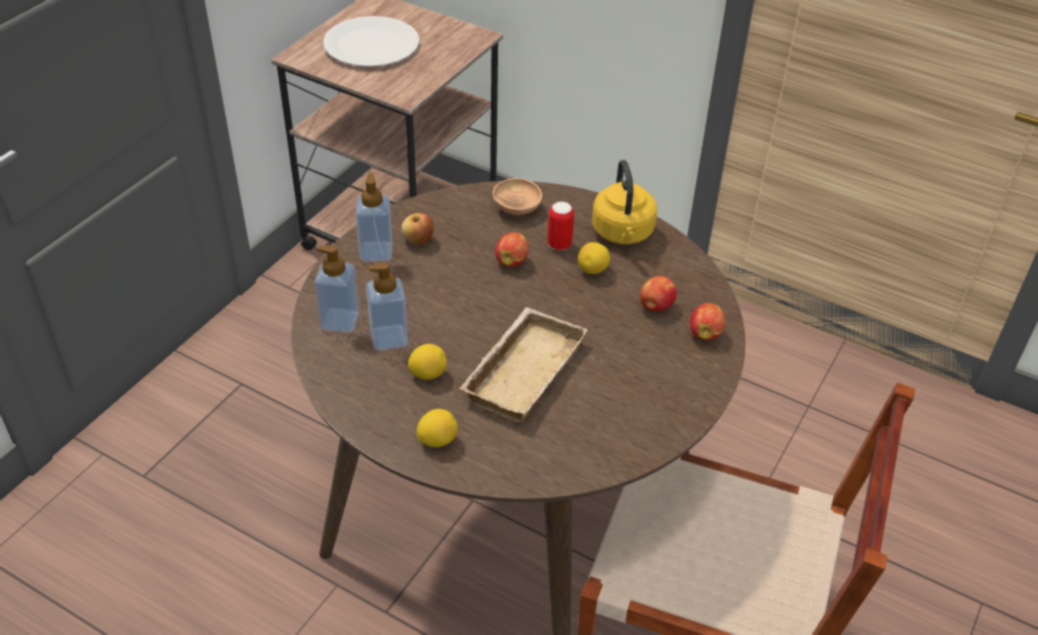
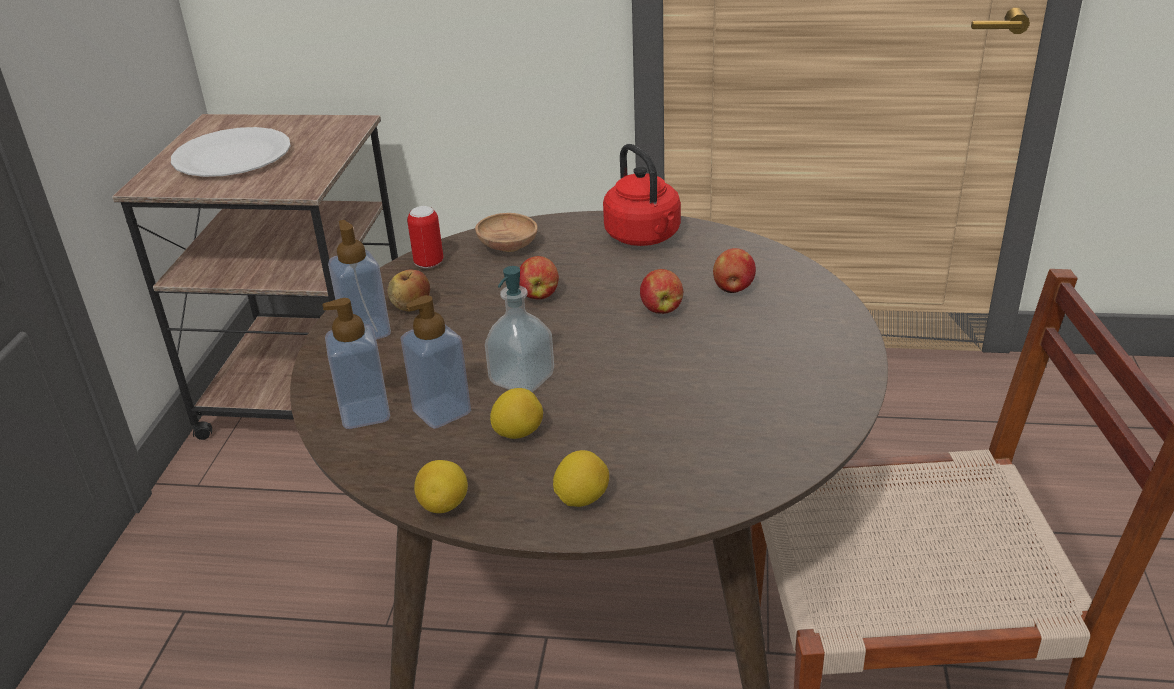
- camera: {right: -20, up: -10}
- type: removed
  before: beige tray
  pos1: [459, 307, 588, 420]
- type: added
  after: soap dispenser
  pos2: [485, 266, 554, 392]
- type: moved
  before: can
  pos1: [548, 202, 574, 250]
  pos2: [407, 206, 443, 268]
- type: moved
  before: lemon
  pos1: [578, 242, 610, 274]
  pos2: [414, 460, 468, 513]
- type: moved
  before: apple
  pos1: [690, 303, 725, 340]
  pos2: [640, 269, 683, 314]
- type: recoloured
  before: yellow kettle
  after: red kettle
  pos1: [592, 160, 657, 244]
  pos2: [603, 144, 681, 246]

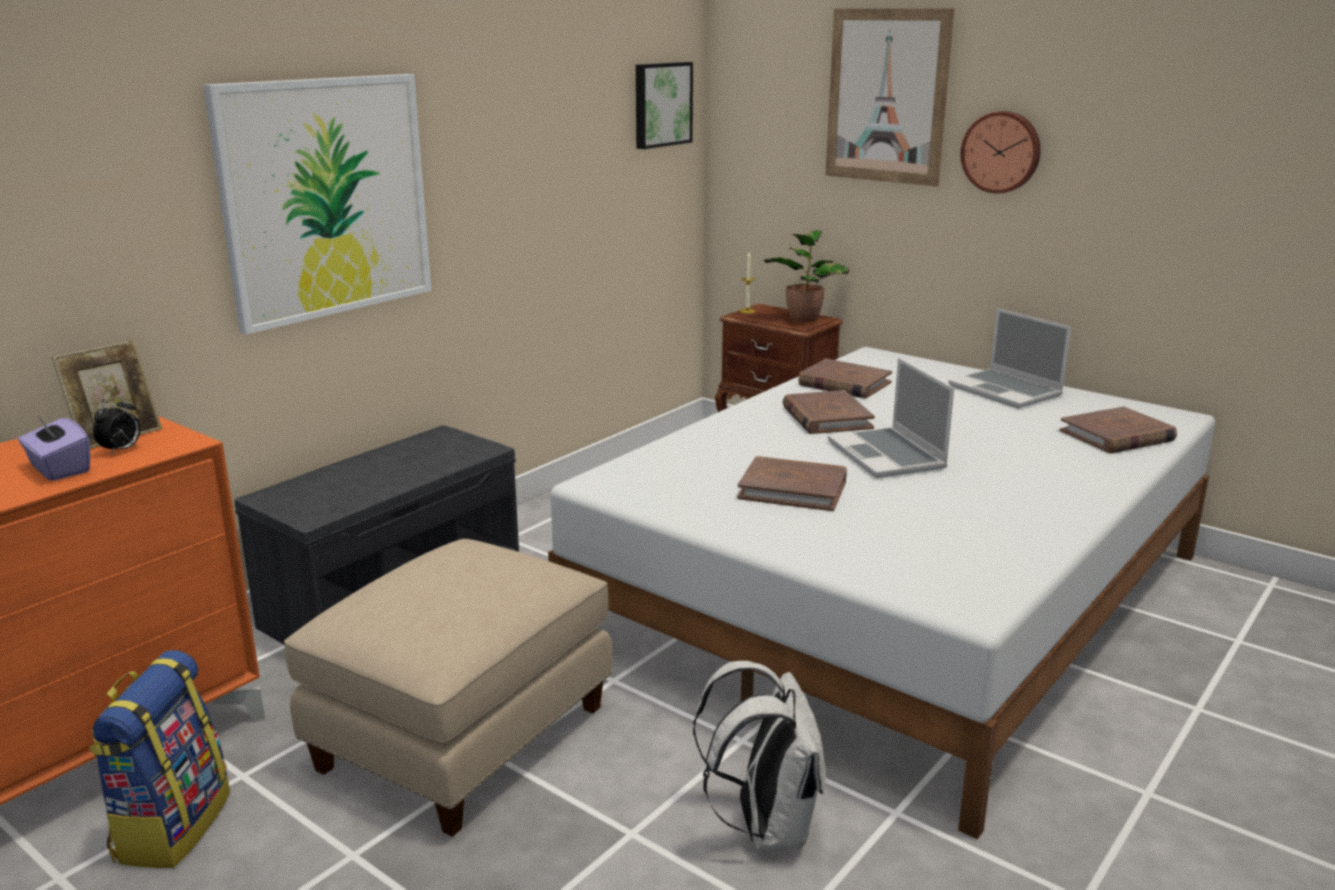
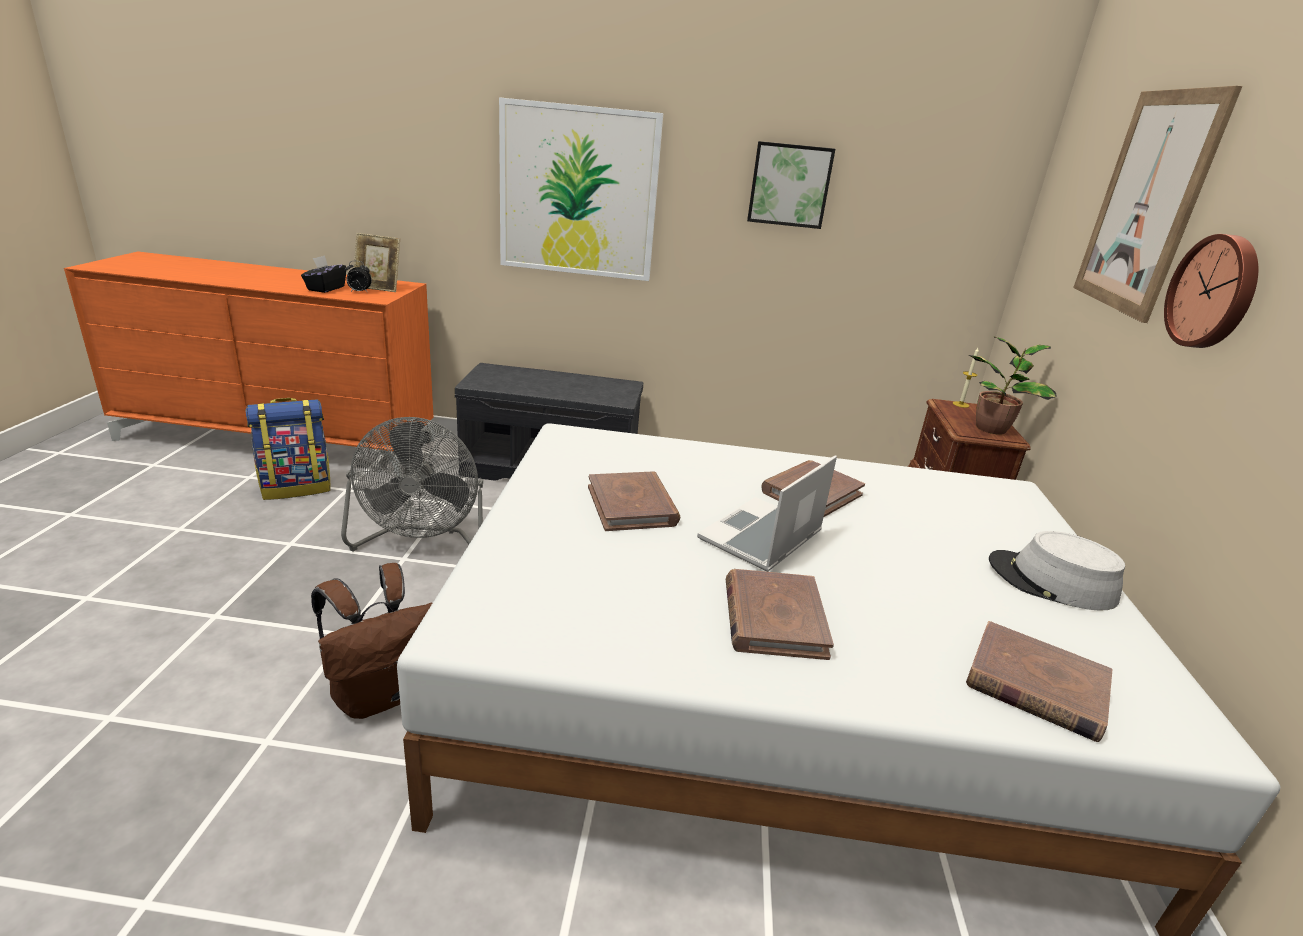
- camera: {right: 55, up: 5}
- type: moved
  before: picture
  pos1: [636, 62, 693, 149]
  pos2: [747, 141, 835, 229]
- type: moved
  before: brown book
  pos1: [798, 359, 892, 398]
  pos2: [726, 569, 834, 660]
- type: replaced
  before: beige ottoman
  after: grey fan
  pos1: [284, 539, 613, 837]
  pos2: [341, 417, 483, 552]
- type: replaced
  before: laptop
  after: grey hat
  pos1: [948, 308, 1071, 408]
  pos2: [989, 531, 1125, 611]
- type: recoloured
  before: purple tissue box
  after: black tissue box
  pos1: [18, 415, 91, 481]
  pos2: [301, 255, 346, 293]
- type: recoloured
  before: white backpack
  after: brown backpack
  pos1: [693, 661, 826, 850]
  pos2: [311, 563, 432, 719]

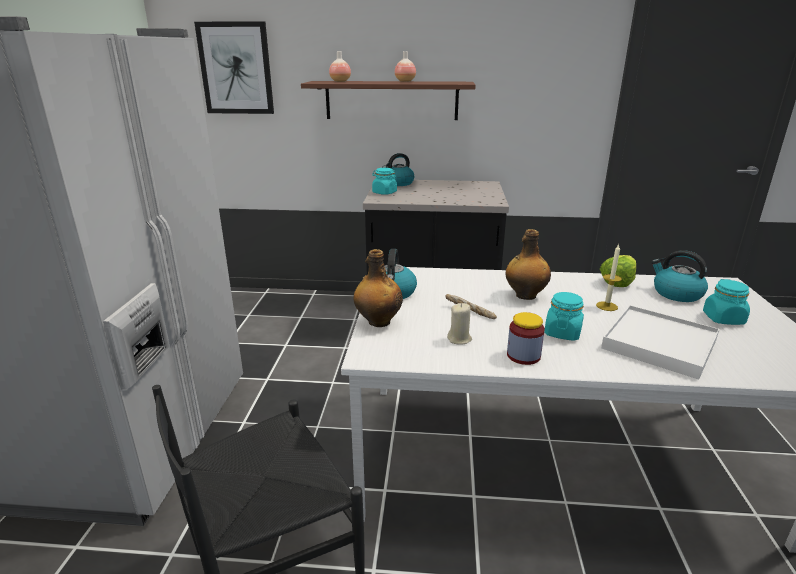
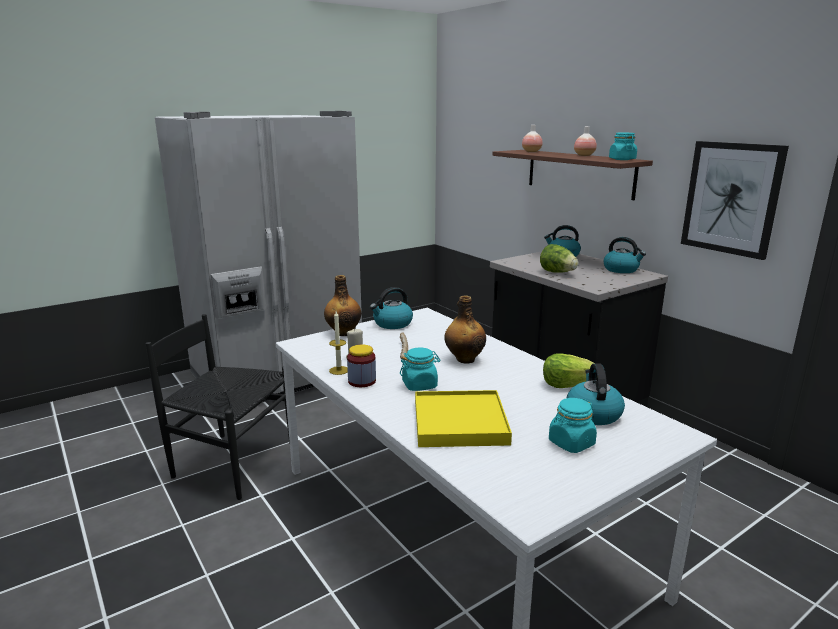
- camera: {right: 50, up: -5}
- type: added
  after: lettuce
  pos2: [540, 244, 579, 273]
- type: added
  after: kettle
  pos2: [604, 237, 646, 273]
- type: moved
  before: picture
  pos1: [194, 21, 274, 114]
  pos2: [681, 141, 789, 260]
- type: moved
  before: turquoise jar
  pos1: [372, 168, 397, 195]
  pos2: [609, 133, 637, 160]
- type: moved
  before: candle
  pos1: [596, 244, 622, 311]
  pos2: [329, 311, 348, 375]
- type: recoloured
  before: white tray
  after: yellow tray
  pos1: [601, 305, 719, 380]
  pos2: [415, 390, 512, 447]

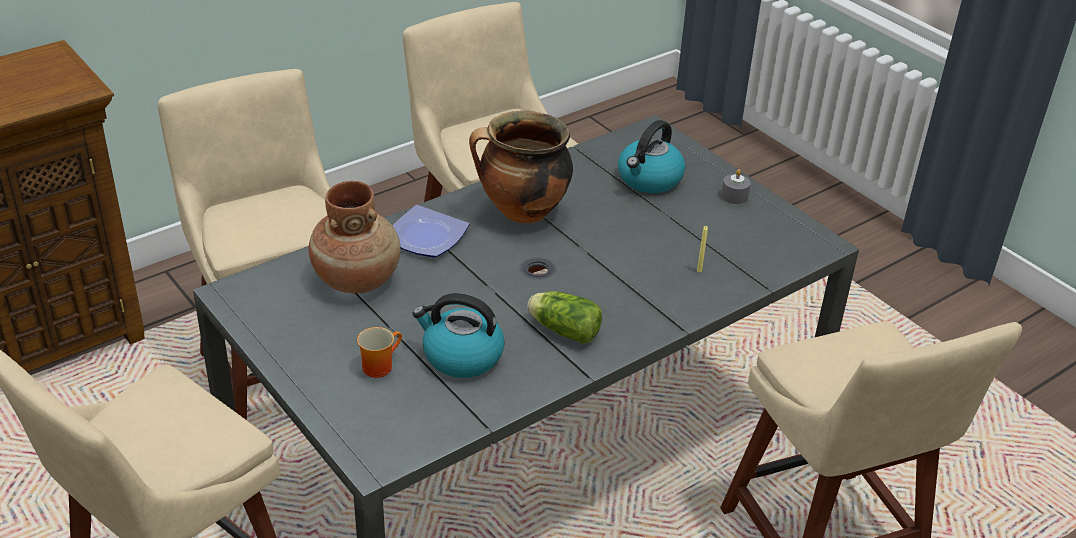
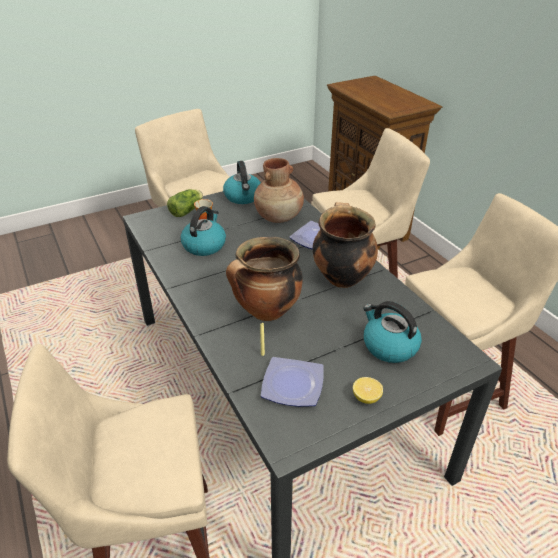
- camera: {right: 100, up: 0}
- type: added
  after: kettle
  pos2: [223, 161, 261, 204]
- type: added
  after: cooking pot
  pos2: [226, 237, 303, 321]
- type: added
  after: plate
  pos2: [261, 357, 323, 407]
- type: moved
  before: lettuce
  pos1: [527, 291, 602, 344]
  pos2: [167, 189, 203, 217]
- type: replaced
  before: grey candle
  after: lemon
  pos1: [721, 169, 751, 204]
  pos2: [353, 377, 383, 404]

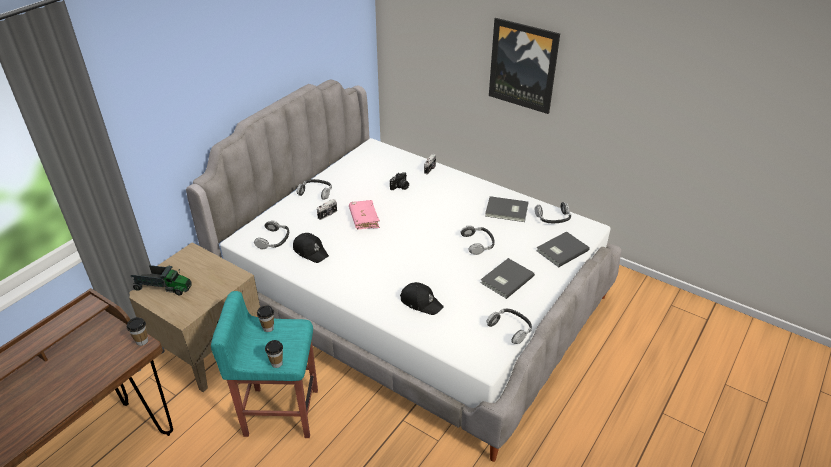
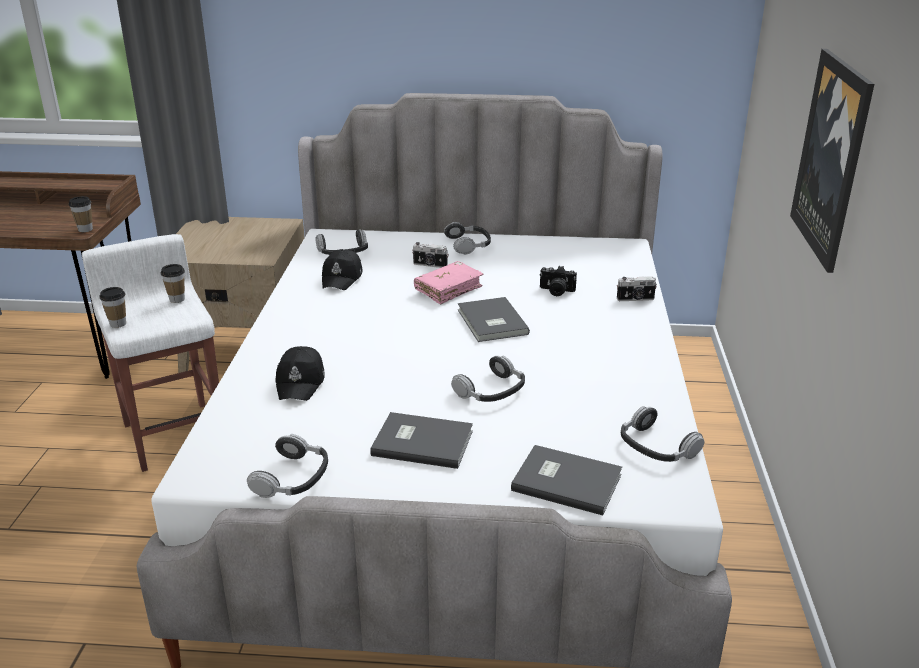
- camera: {right: 60, up: -10}
- type: removed
  before: toy truck
  pos1: [131, 265, 191, 296]
- type: moved
  before: grey book
  pos1: [485, 196, 528, 222]
  pos2: [458, 297, 530, 342]
- type: recoloured
  before: turquoise stool
  after: white stool
  pos1: [211, 291, 318, 438]
  pos2: [82, 234, 219, 472]

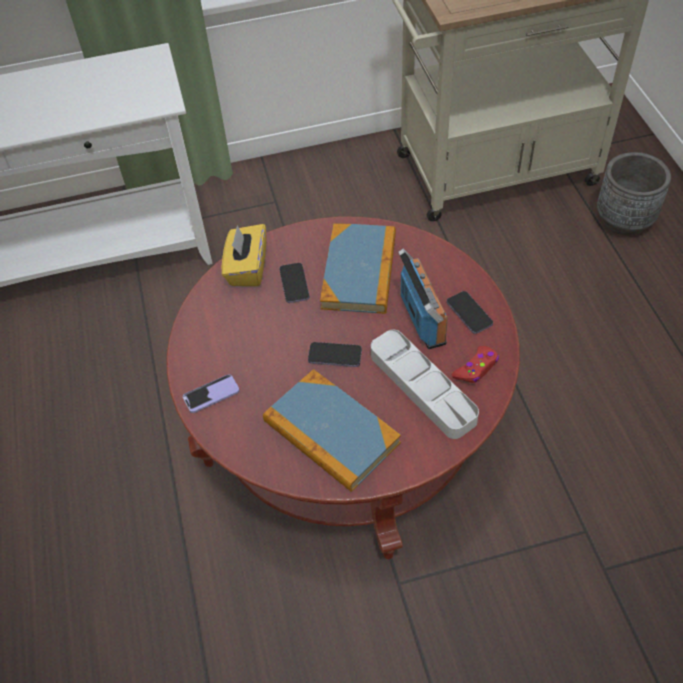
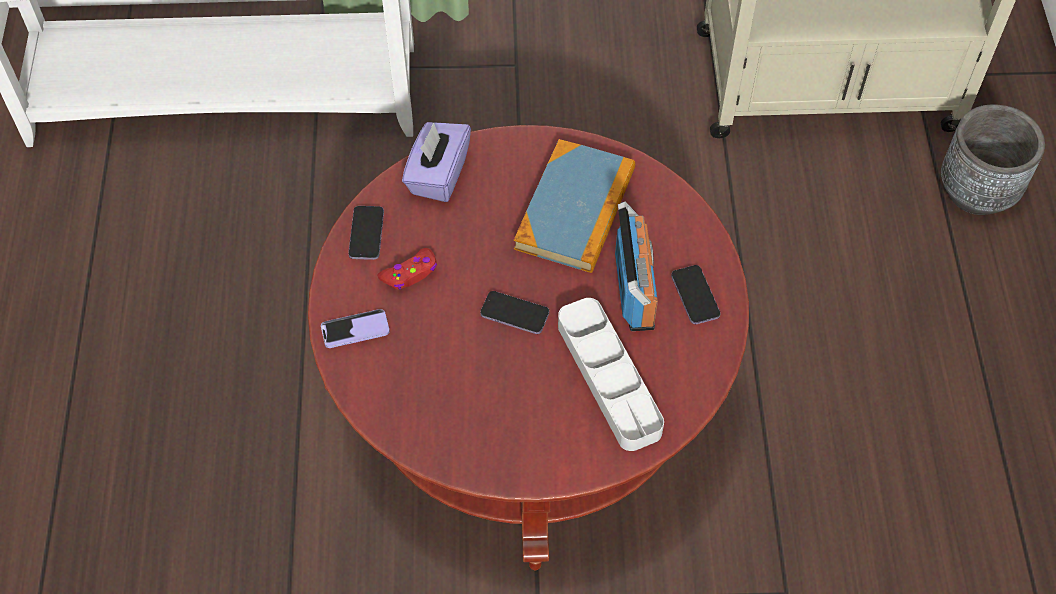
- camera: {right: 10, up: 5}
- type: removed
  before: book
  pos1: [263, 369, 401, 492]
- type: moved
  before: phone
  pos1: [279, 263, 310, 303]
  pos2: [348, 206, 384, 260]
- type: moved
  before: red game controller
  pos1: [452, 346, 499, 383]
  pos2: [377, 248, 437, 290]
- type: recoloured
  before: yellow tissue box
  after: purple tissue box
  pos1: [222, 224, 266, 286]
  pos2: [402, 122, 471, 202]

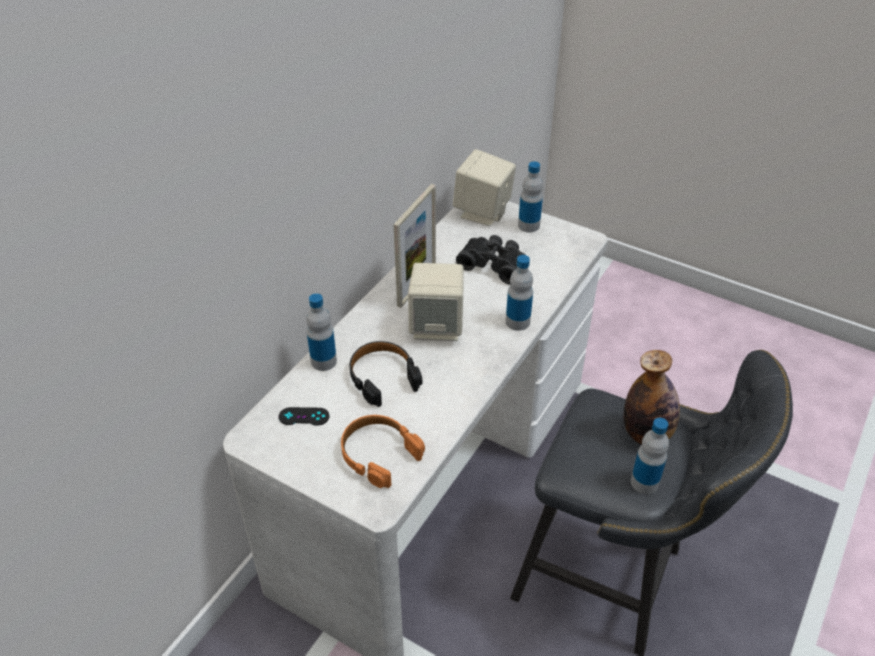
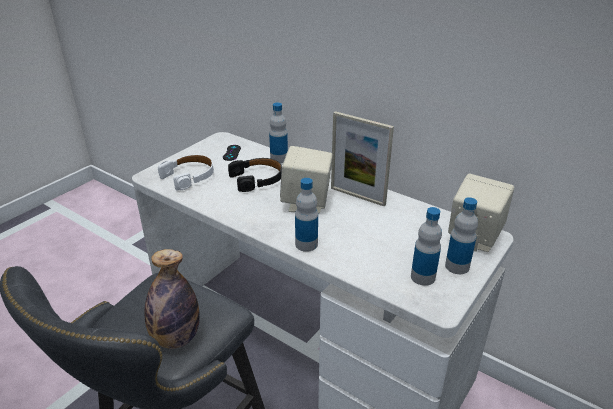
- camera: {right: 95, up: -10}
- type: removed
  before: black binoculars
  pos1: [456, 235, 525, 285]
- type: moved
  before: bottle
  pos1: [631, 418, 669, 494]
  pos2: [411, 207, 442, 286]
- type: recoloured
  before: orange headphones
  after: white headphones
  pos1: [341, 415, 425, 488]
  pos2: [158, 155, 214, 190]

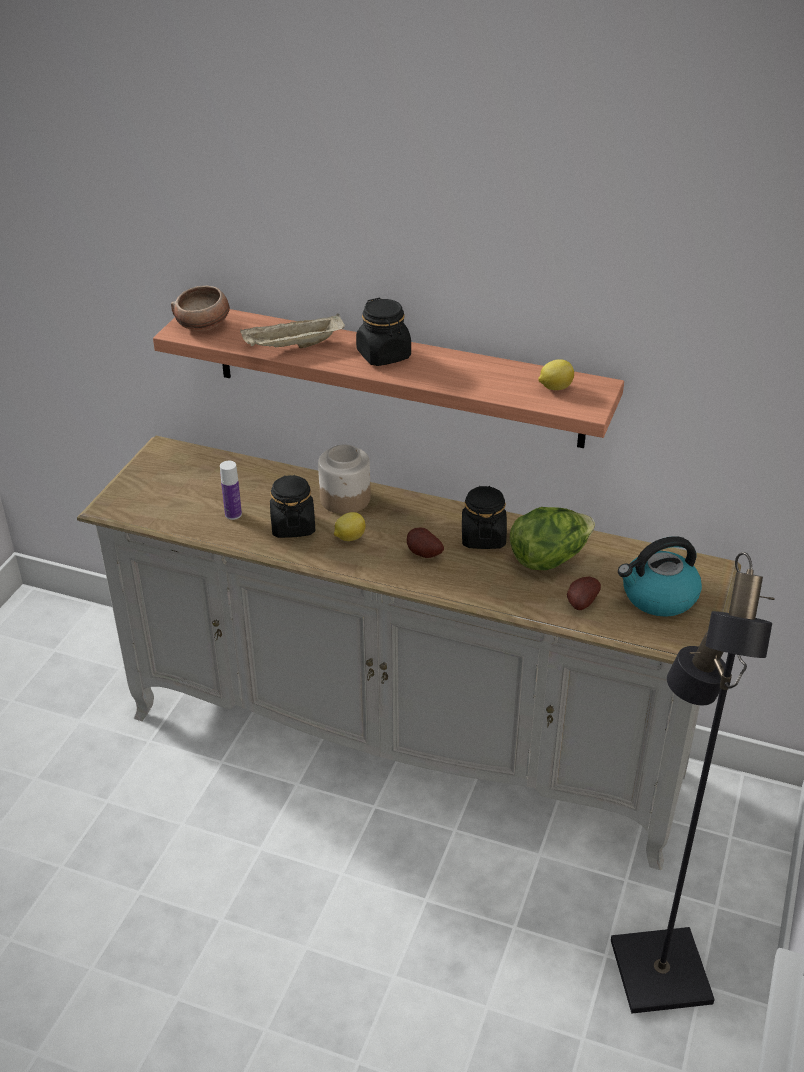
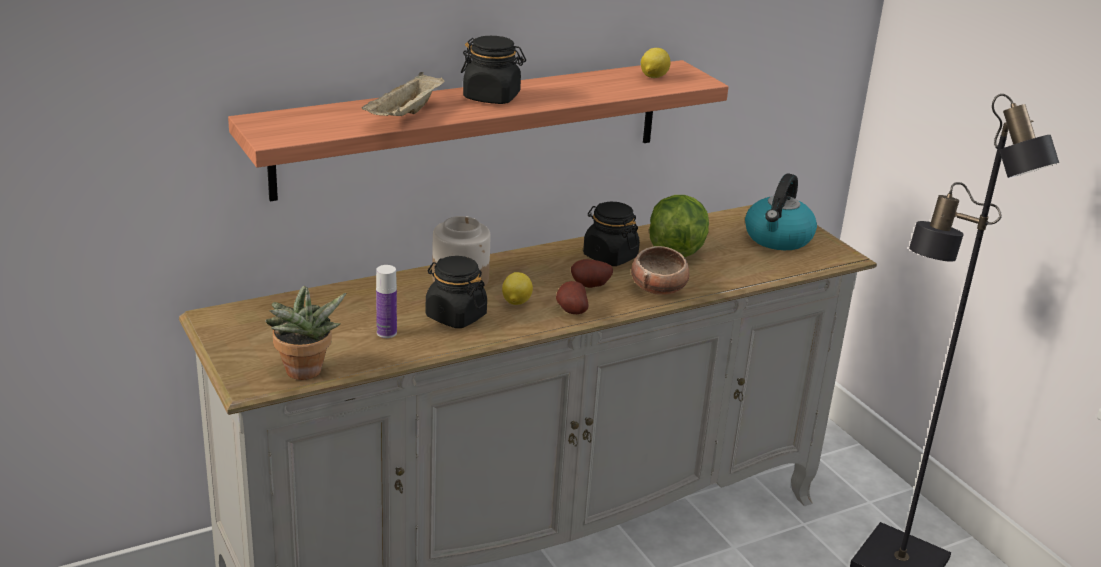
- camera: {right: -50, up: -10}
- type: added
  after: potted plant
  pos2: [265, 286, 346, 380]
- type: moved
  before: bowl
  pos1: [171, 286, 230, 331]
  pos2: [631, 246, 689, 295]
- type: moved
  before: potato
  pos1: [567, 577, 601, 610]
  pos2: [556, 281, 589, 314]

